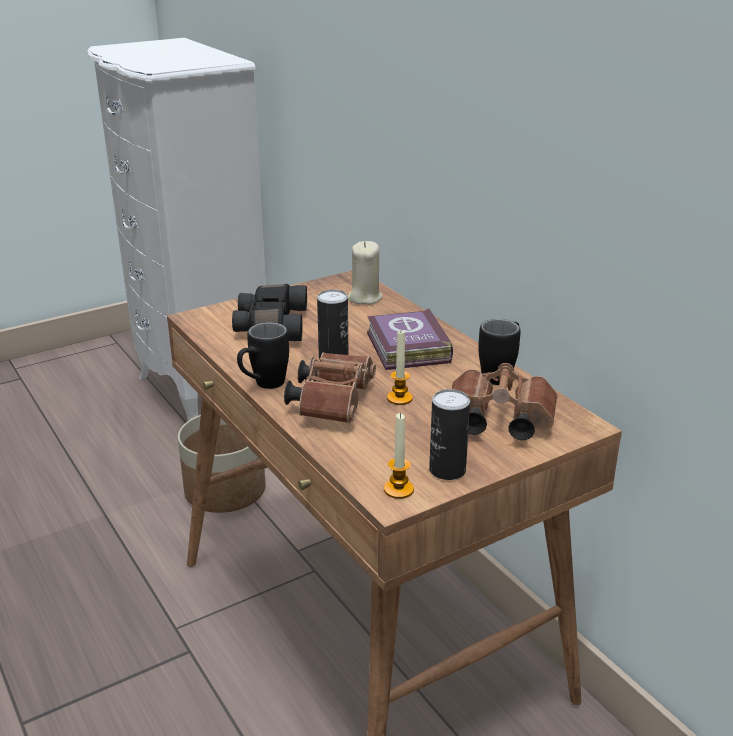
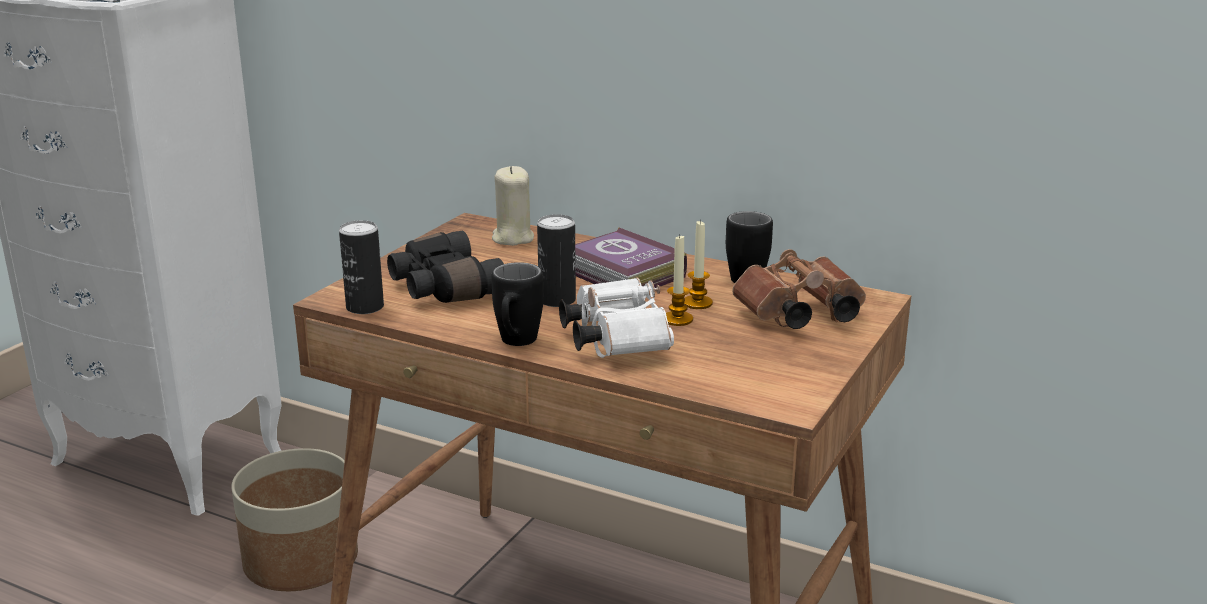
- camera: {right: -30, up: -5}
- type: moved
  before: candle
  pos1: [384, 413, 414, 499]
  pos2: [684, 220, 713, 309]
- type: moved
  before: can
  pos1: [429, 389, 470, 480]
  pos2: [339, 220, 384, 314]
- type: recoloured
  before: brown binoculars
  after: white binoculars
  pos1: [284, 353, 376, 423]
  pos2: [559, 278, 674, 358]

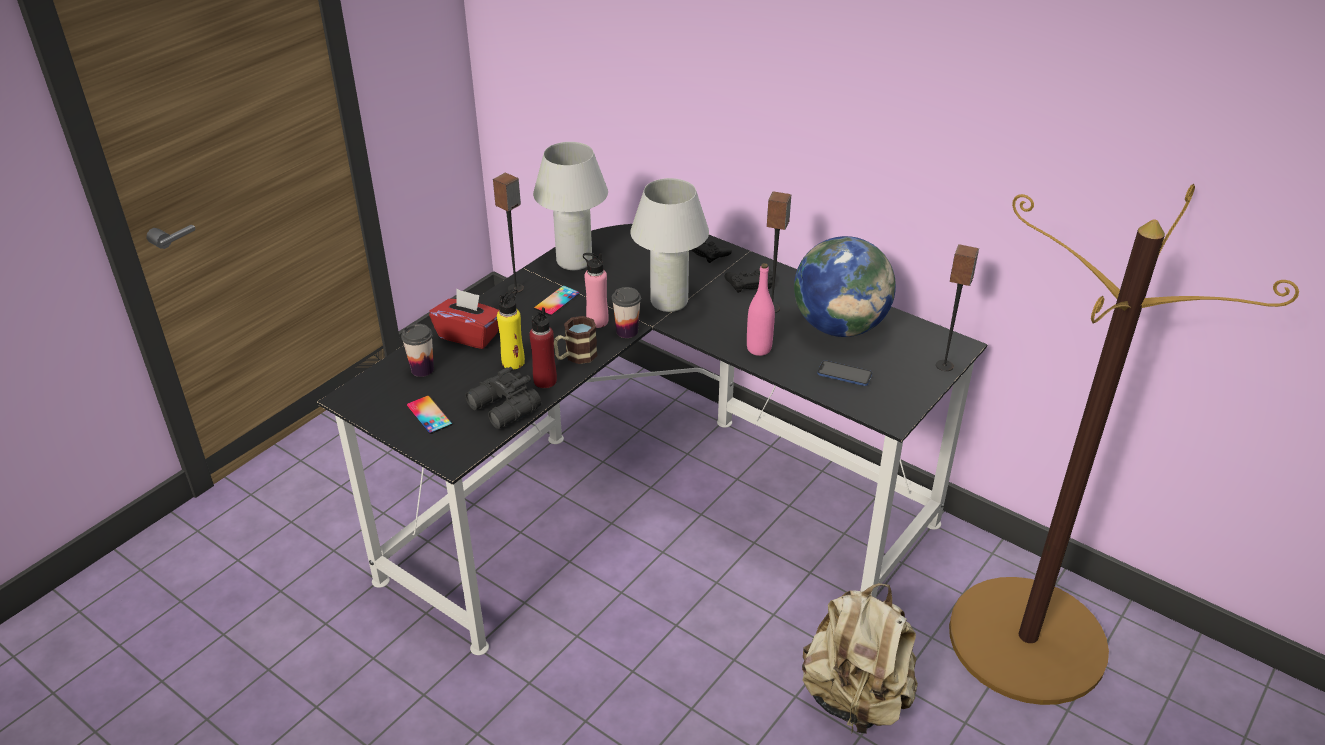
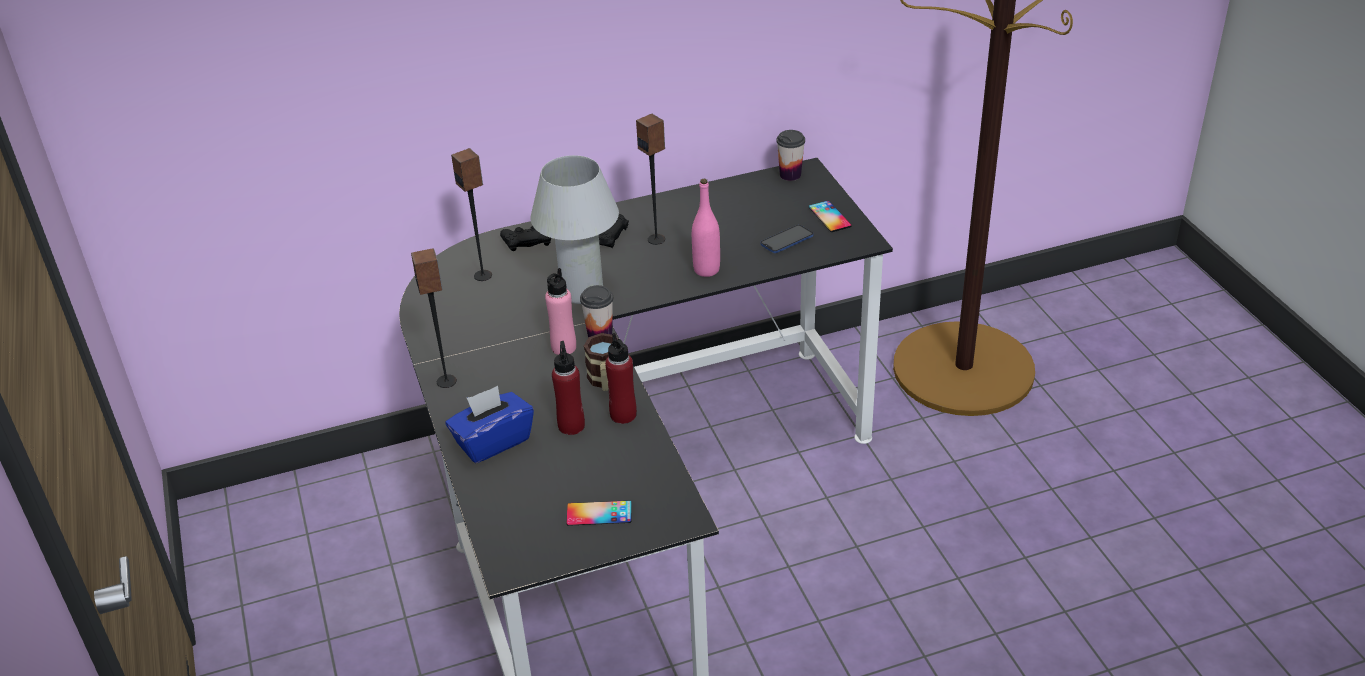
- camera: {right: -55, up: 0}
- type: removed
  before: black binoculars
  pos1: [465, 367, 542, 429]
- type: removed
  before: white table lamp
  pos1: [533, 142, 608, 270]
- type: removed
  before: globe
  pos1: [794, 236, 896, 337]
- type: removed
  before: beige backpack
  pos1: [802, 583, 918, 734]
- type: moved
  before: cup
  pos1: [401, 324, 434, 377]
  pos2: [776, 130, 805, 181]
- type: moved
  before: phone
  pos1: [534, 285, 580, 316]
  pos2: [809, 200, 852, 232]
- type: moved
  before: speaker
  pos1: [936, 244, 979, 371]
  pos2: [451, 148, 492, 281]
- type: recoloured
  before: red tissue box
  after: blue tissue box
  pos1: [429, 288, 499, 349]
  pos2: [446, 386, 534, 463]
- type: recoloured
  before: yellow bottle
  after: red bottle
  pos1: [497, 289, 525, 369]
  pos2: [552, 341, 585, 435]

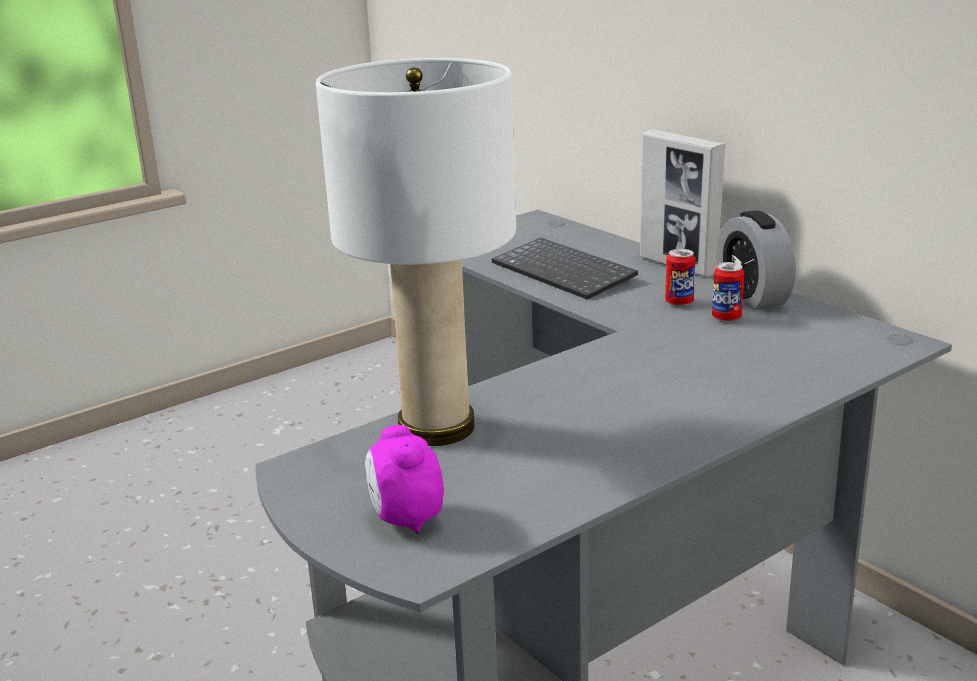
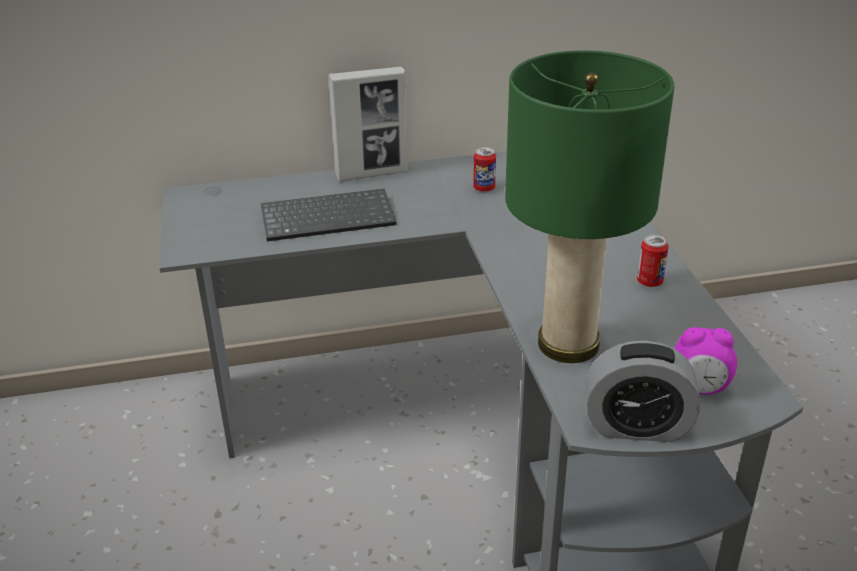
- camera: {right: -65, up: 10}
- type: moved
  before: can
  pos1: [665, 249, 696, 307]
  pos2: [637, 235, 669, 287]
- type: moved
  before: alarm clock
  pos1: [716, 210, 796, 310]
  pos2: [586, 341, 700, 442]
- type: recoloured
  before: white table lamp
  after: green table lamp
  pos1: [316, 58, 516, 446]
  pos2: [505, 50, 674, 363]

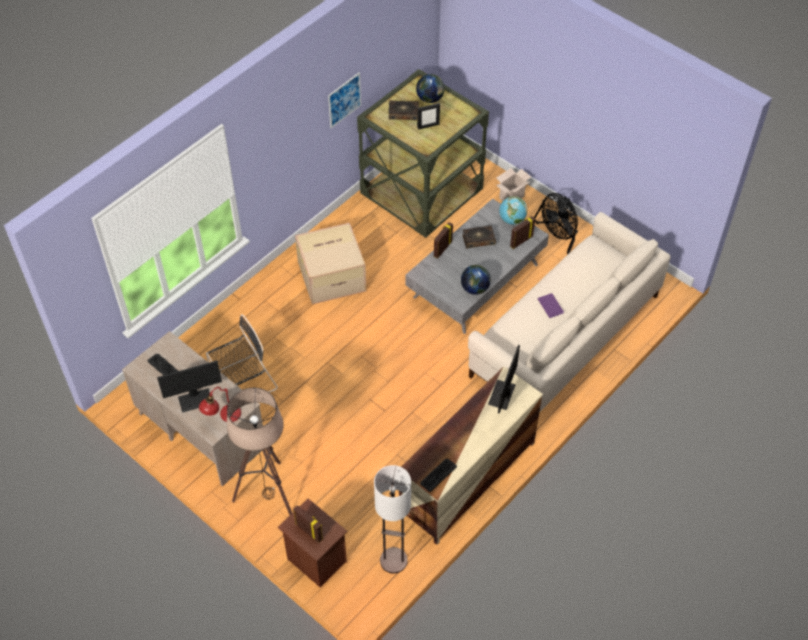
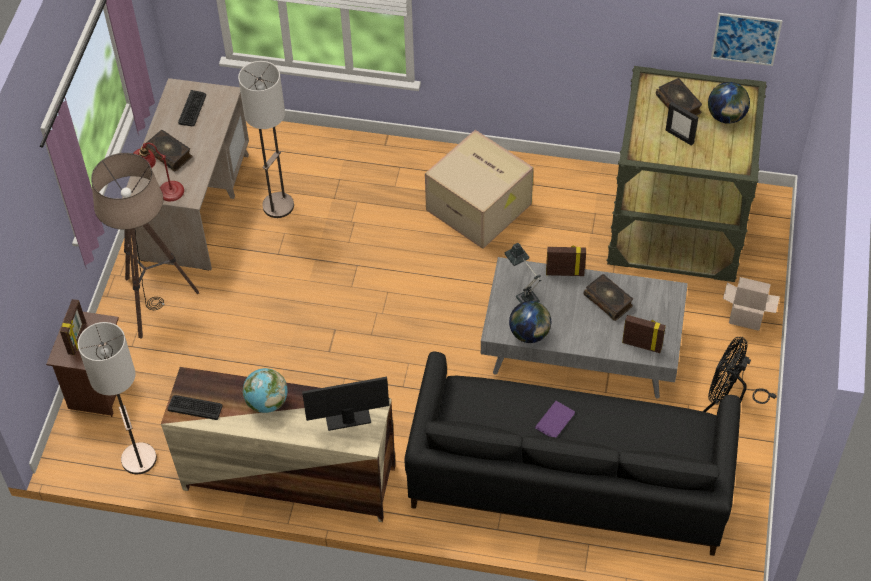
- camera: {right: 60, up: 0}
- type: added
  after: table lamp
  pos2: [504, 243, 541, 303]
- type: moved
  before: picture
  pos1: [328, 72, 361, 128]
  pos2: [711, 13, 783, 66]
- type: moved
  before: globe
  pos1: [499, 196, 528, 225]
  pos2: [243, 368, 287, 413]
- type: replaced
  before: monitor
  after: book
  pos1: [157, 361, 222, 413]
  pos2: [146, 130, 192, 172]
- type: replaced
  before: black chair
  after: floor lamp
  pos1: [206, 314, 278, 392]
  pos2: [238, 61, 294, 218]
- type: recoloured
  before: beige sofa
  after: black sofa
  pos1: [468, 212, 671, 413]
  pos2: [405, 351, 741, 556]

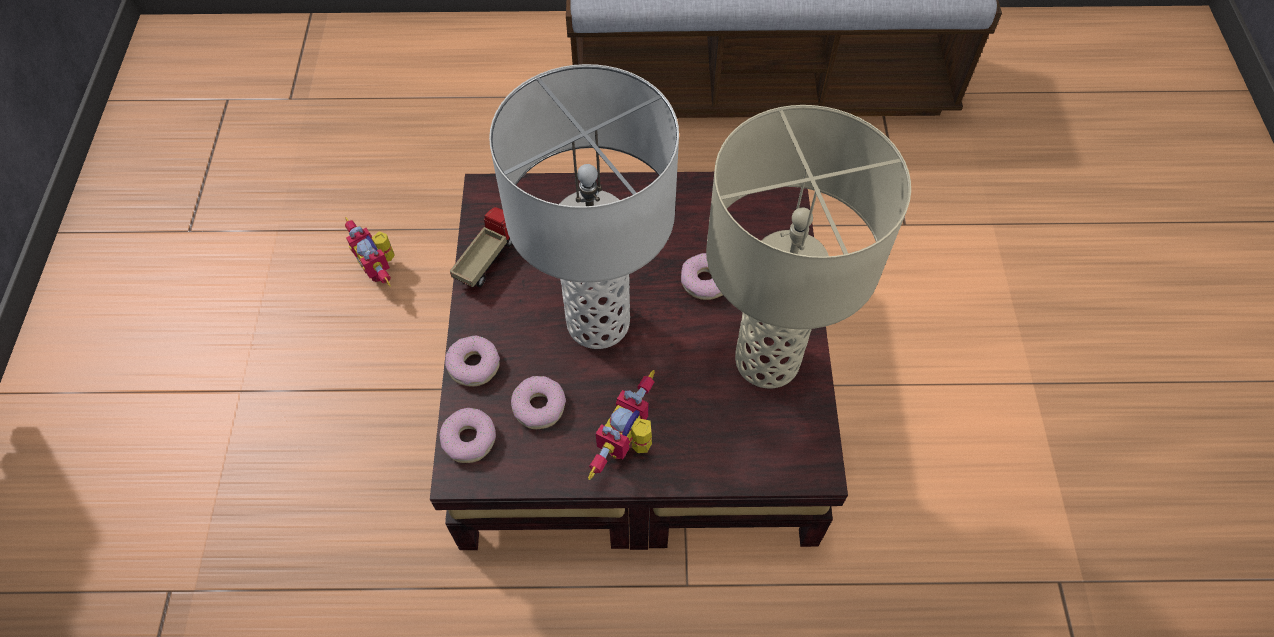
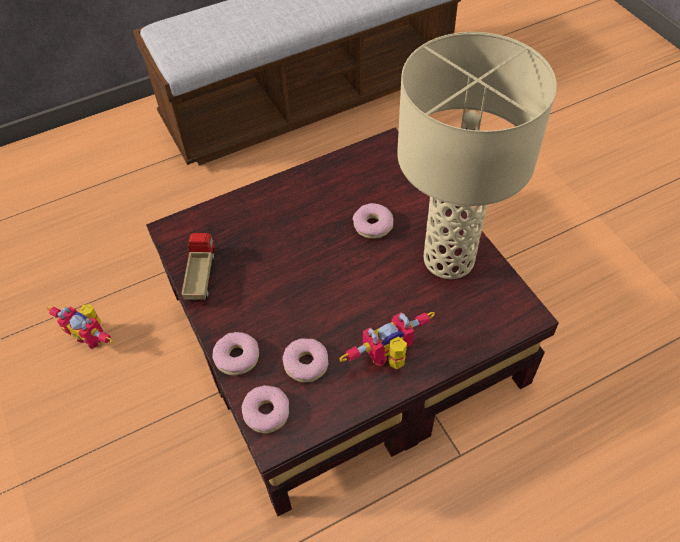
- camera: {right: -25, up: -5}
- type: removed
  before: white table lamp
  pos1: [489, 64, 679, 349]
- type: turned
  before: toy robot
  pos1: [588, 370, 655, 480]
  pos2: [339, 312, 435, 369]
  turn: 60

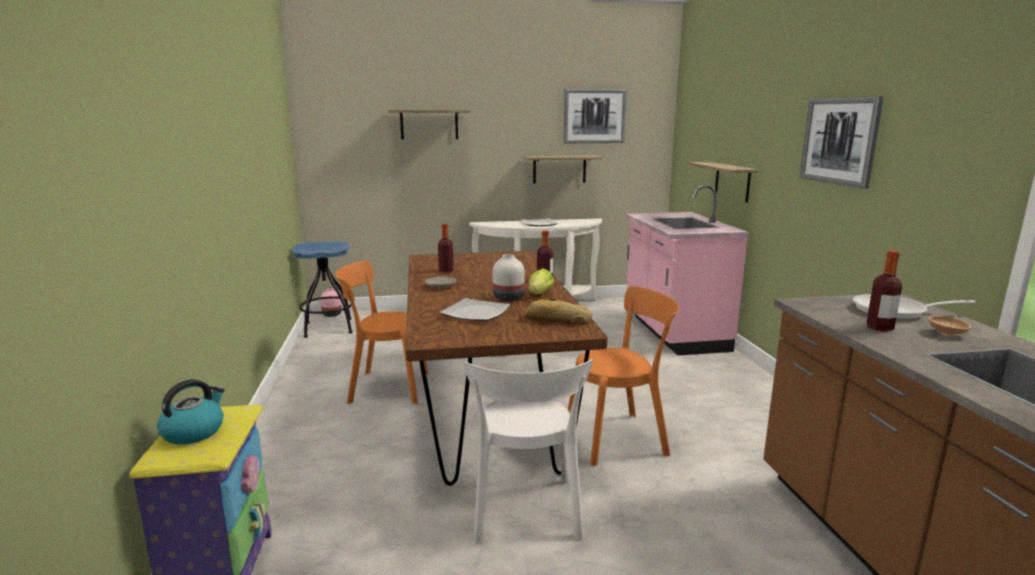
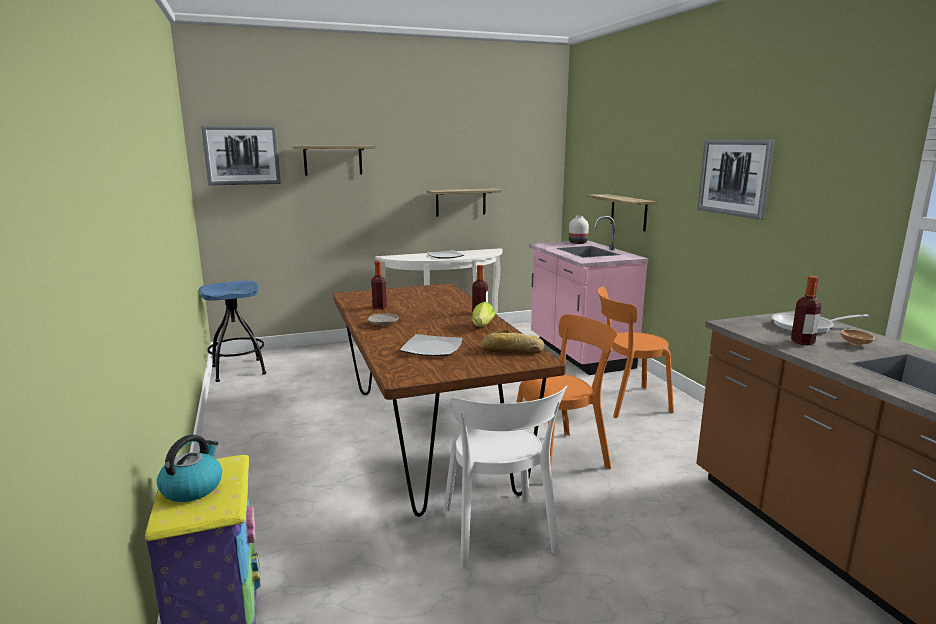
- camera: {right: -10, up: 0}
- type: removed
  before: pink vase
  pos1: [321, 288, 342, 317]
- type: moved
  before: orange chair
  pos1: [335, 260, 428, 404]
  pos2: [591, 287, 674, 418]
- type: moved
  before: white vase
  pos1: [493, 254, 525, 302]
  pos2: [569, 216, 589, 244]
- type: moved
  before: picture
  pos1: [564, 89, 627, 143]
  pos2: [201, 126, 281, 185]

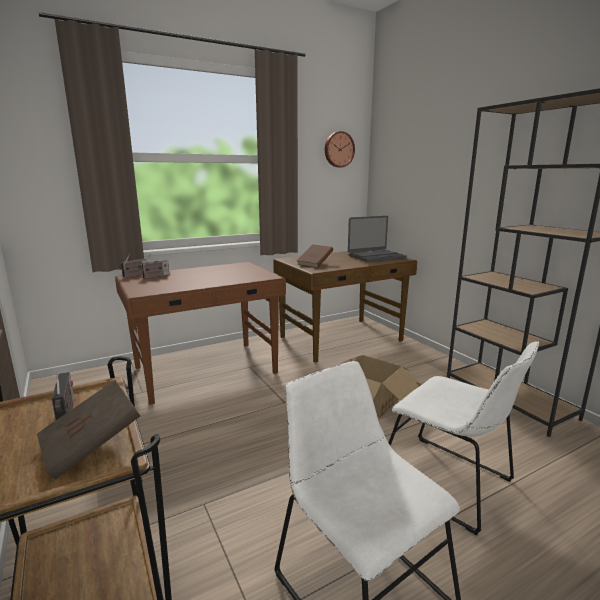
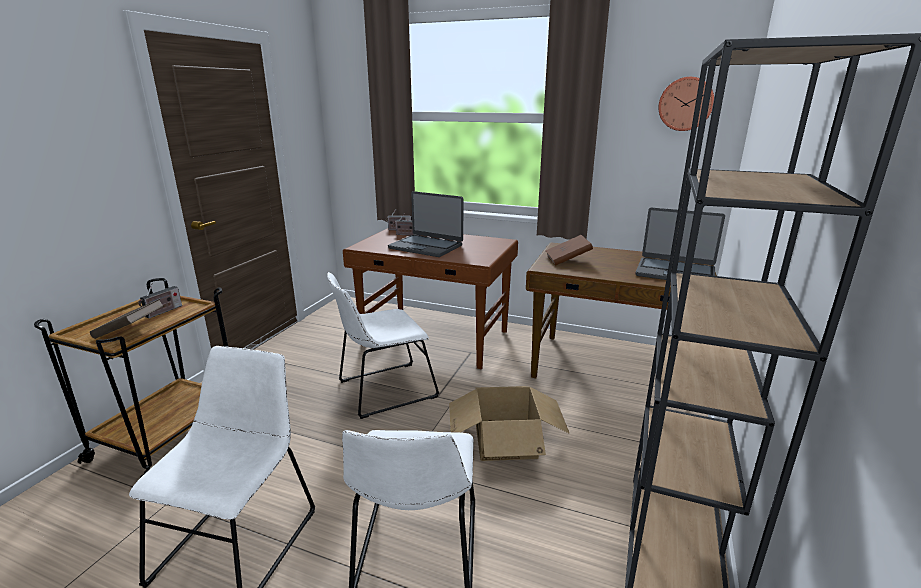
- camera: {right: 50, up: 5}
- type: added
  after: white chair
  pos2: [327, 272, 439, 419]
- type: added
  after: laptop
  pos2: [388, 191, 463, 257]

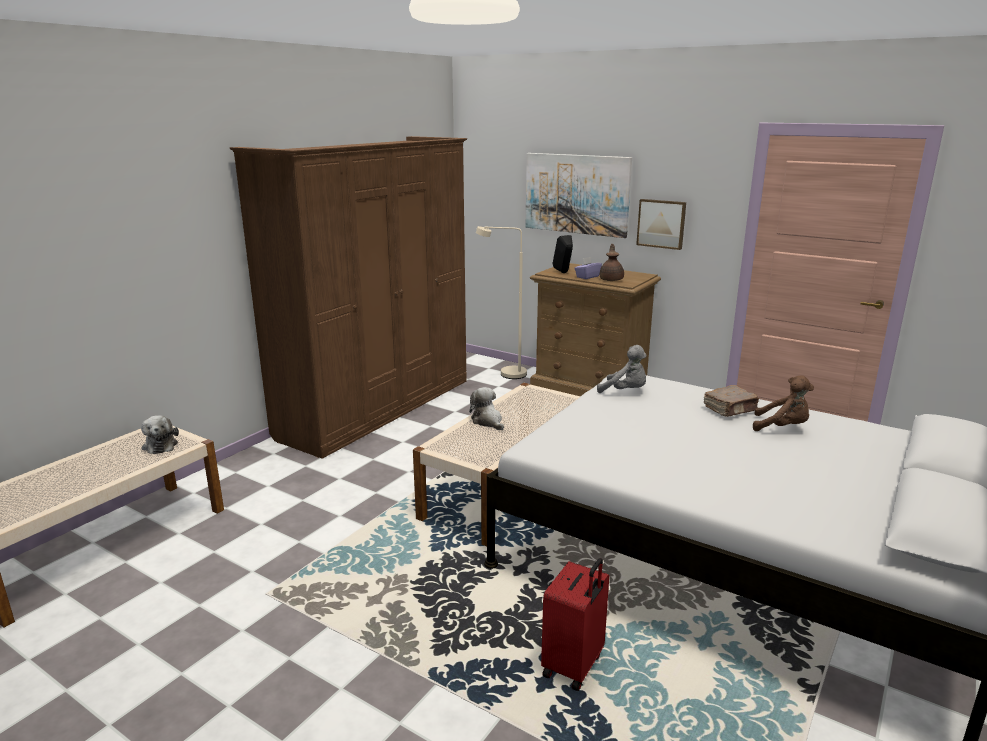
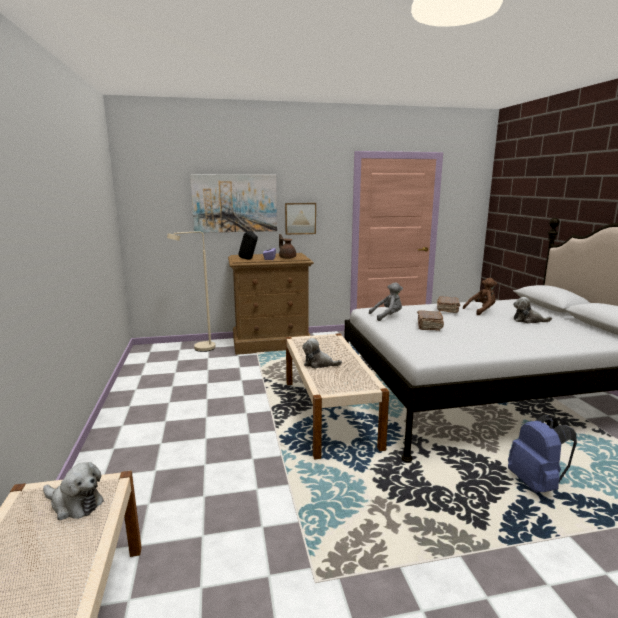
- camera: {right: -45, up: -5}
- type: removed
  before: brown wardrobe
  pos1: [230, 136, 467, 459]
- type: added
  after: brown book
  pos2: [417, 310, 444, 331]
- type: added
  after: plush toy
  pos2: [513, 297, 552, 324]
- type: replaced
  before: red suitcase
  after: blue backpack
  pos1: [541, 558, 609, 691]
  pos2: [508, 415, 577, 493]

